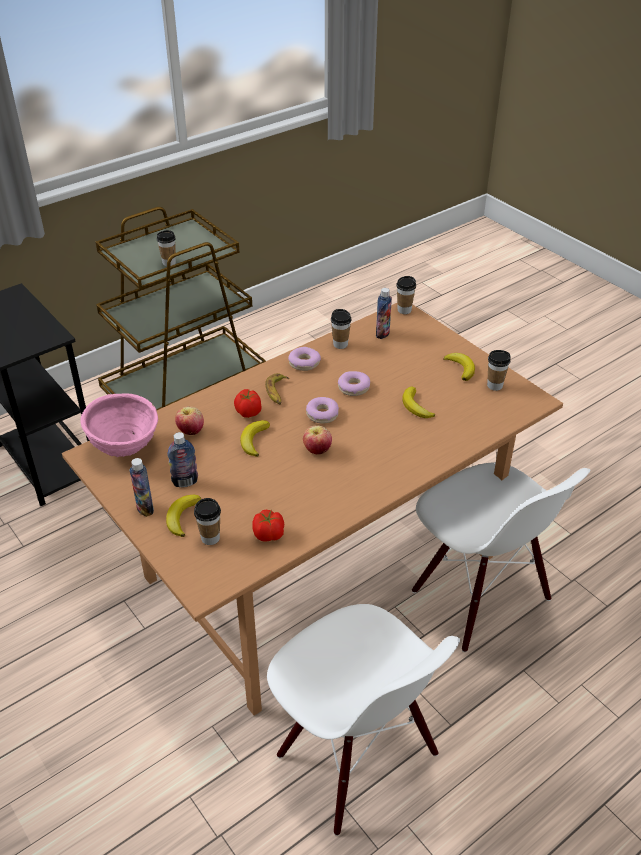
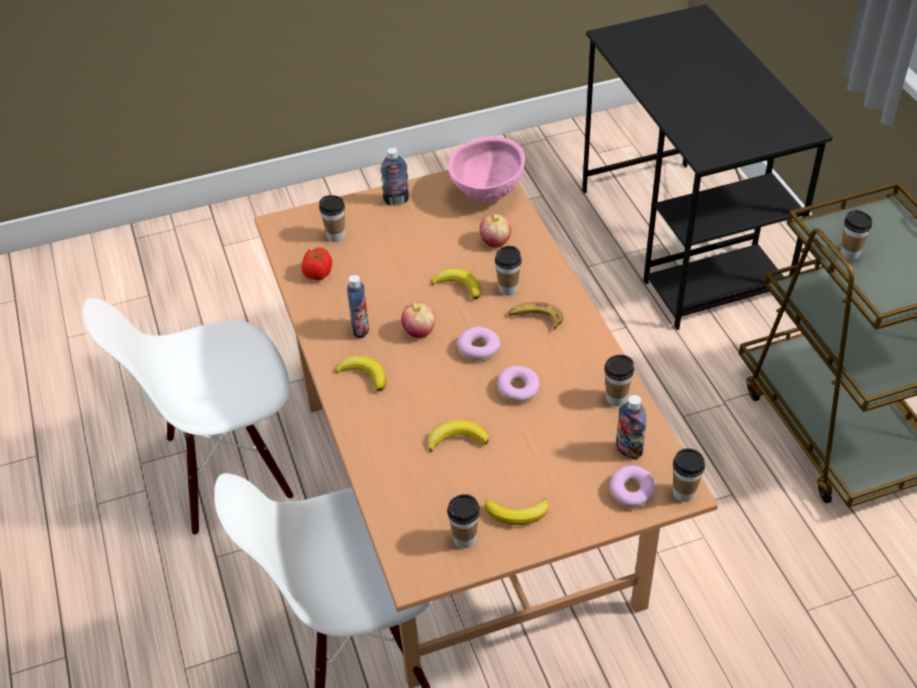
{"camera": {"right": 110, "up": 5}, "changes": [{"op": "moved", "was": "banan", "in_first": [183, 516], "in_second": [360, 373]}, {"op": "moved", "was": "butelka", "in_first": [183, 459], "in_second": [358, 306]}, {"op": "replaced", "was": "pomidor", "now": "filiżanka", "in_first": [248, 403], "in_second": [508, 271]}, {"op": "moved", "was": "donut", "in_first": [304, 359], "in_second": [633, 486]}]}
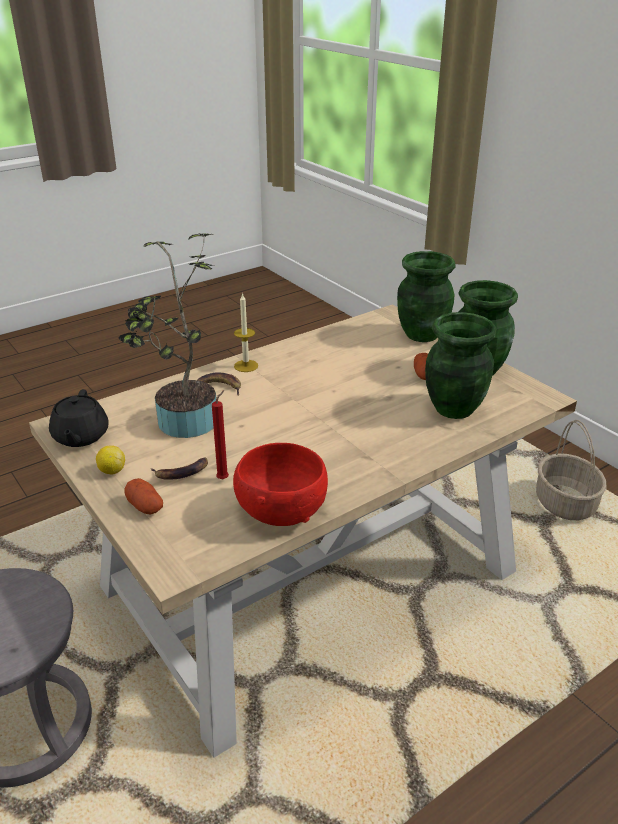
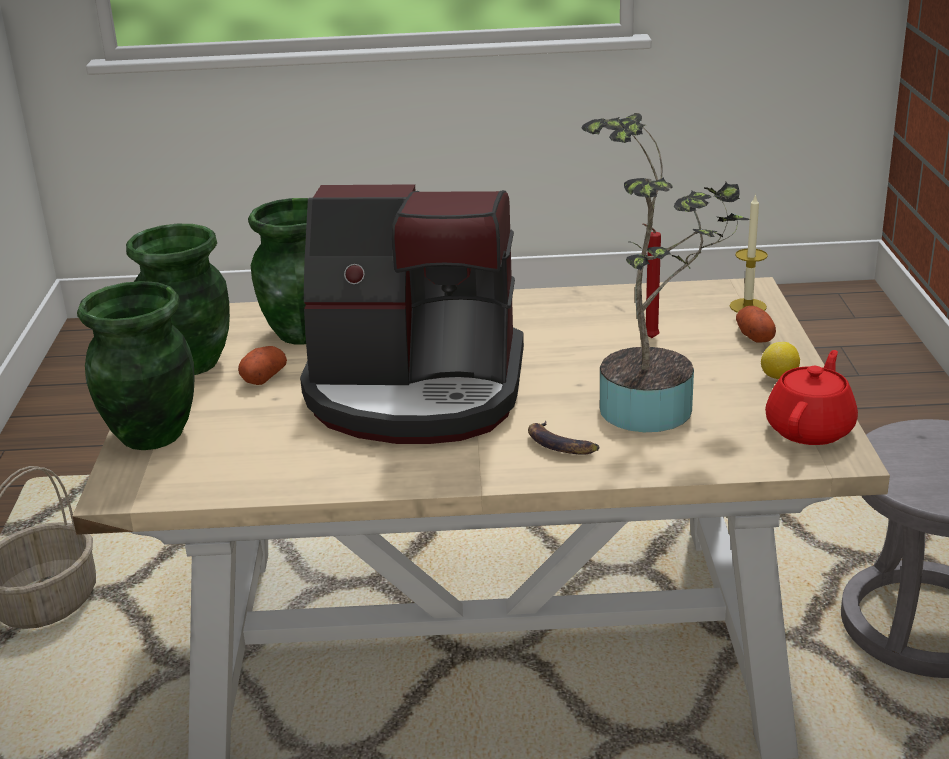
{"camera": {"right": -145, "up": -5}, "changes": [{"op": "added", "now": "ekspres do kawy", "in_second": [412, 314]}, {"op": "moved", "was": "świeca", "in_first": [246, 332], "in_second": [748, 253]}, {"op": "recoloured", "was": "imbryk [czarny]", "now": "imbryk [czerwony]", "in_first": [78, 418], "in_second": [811, 397]}, {"op": "removed", "was": "banan", "in_first": [179, 468]}, {"op": "removed", "was": "miska [czerwony]", "in_first": [280, 484]}]}
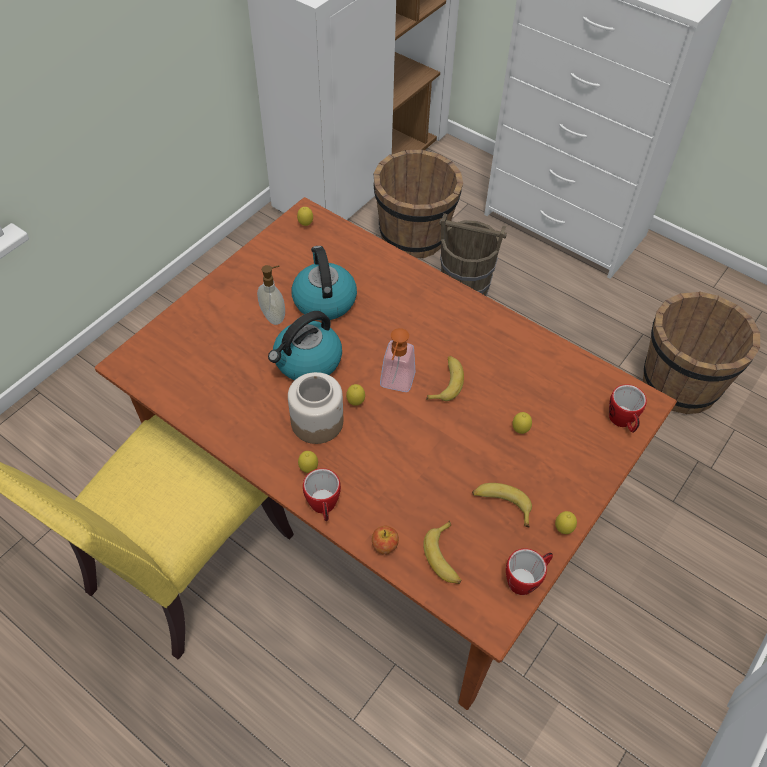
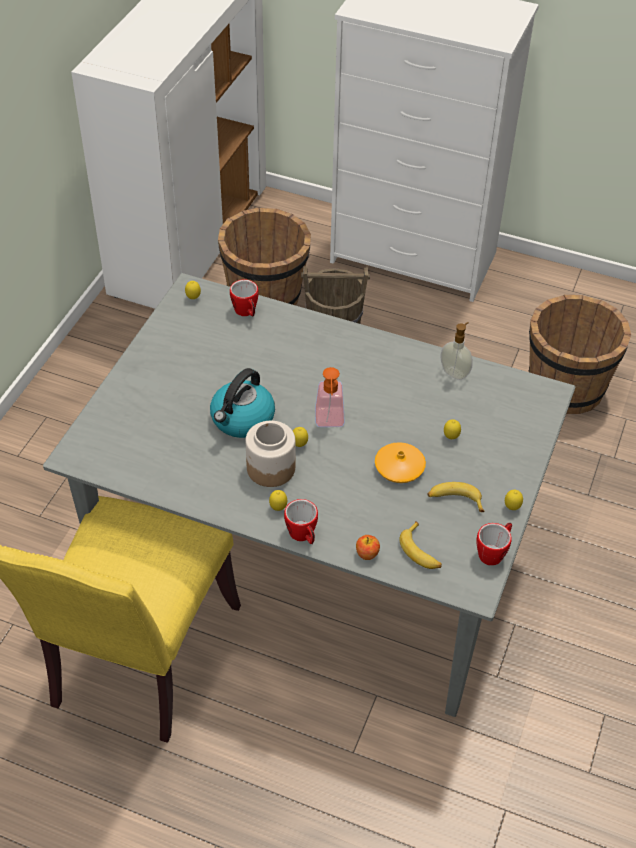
{"camera": {"right": -15, "up": -5}, "changes": [{"op": "recoloured", "was": "stół jadalny [brązowy]", "now": "stół jadalny [szary]", "in_first": [386, 453], "in_second": [309, 495]}, {"op": "moved", "was": "kubek", "in_first": [628, 408], "in_second": [244, 297]}, {"op": "added", "now": "wazon [pomarańczowy]", "in_second": [400, 462]}, {"op": "moved", "was": "dozownik mydła", "in_first": [271, 295], "in_second": [457, 351]}, {"op": "removed", "was": "czajnik", "in_first": [324, 283]}, {"op": "removed", "was": "banan", "in_first": [445, 378]}]}
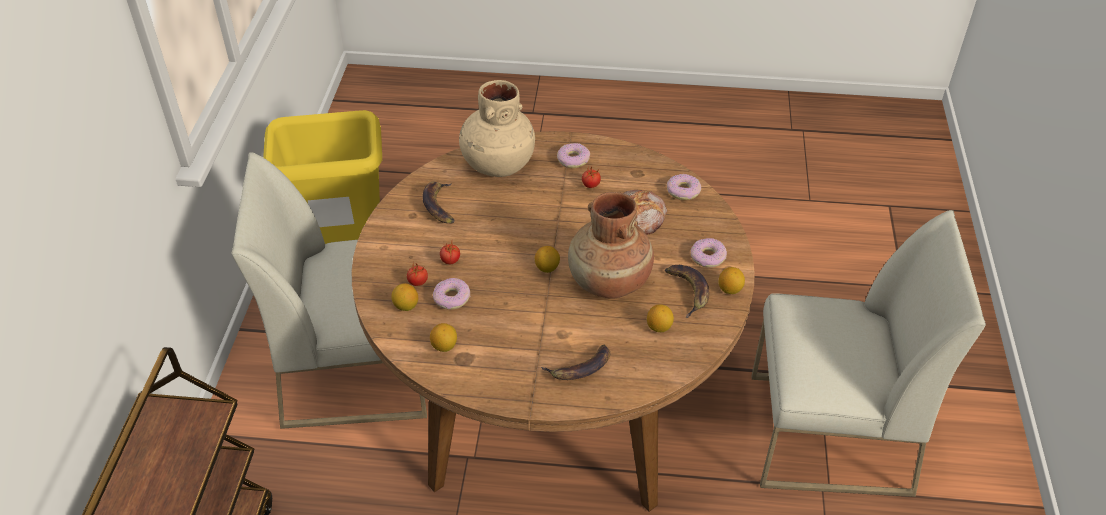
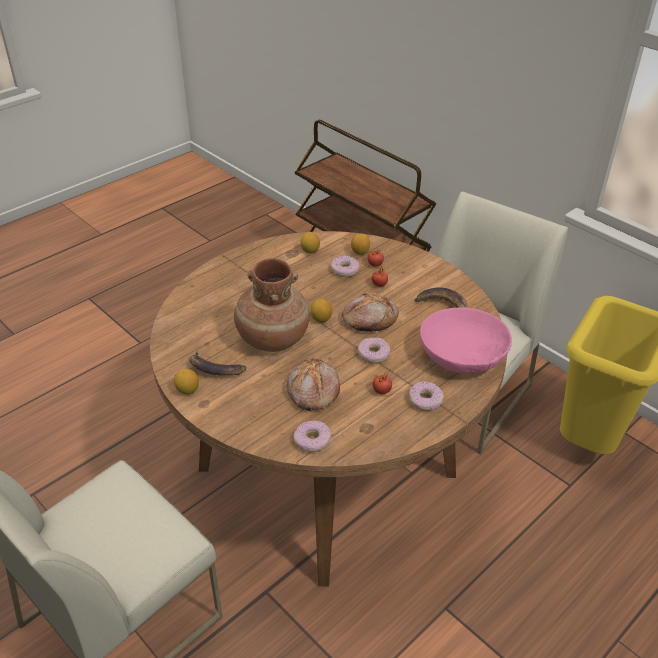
{"camera": {"right": 130, "up": -5}, "changes": [{"op": "added", "now": "chleb", "in_second": [370, 312]}, {"op": "moved", "was": "donut", "in_first": [709, 253], "in_second": [374, 350]}, {"op": "replaced", "was": "wazon [beżowy]", "now": "miska [różowy]", "in_first": [497, 128], "in_second": [466, 340]}, {"op": "removed", "was": "banan", "in_first": [575, 362]}, {"op": "removed", "was": "cytryna", "in_first": [660, 318]}]}
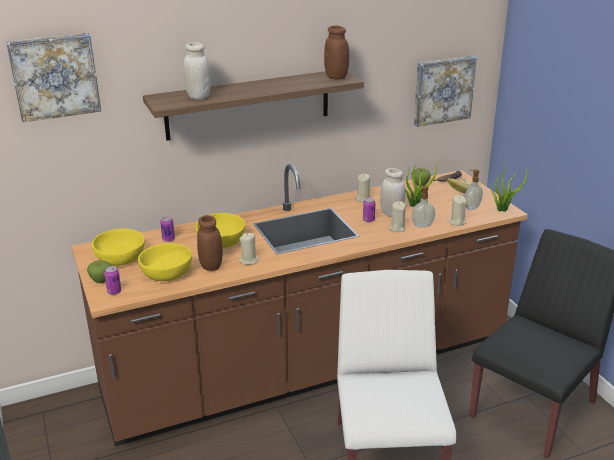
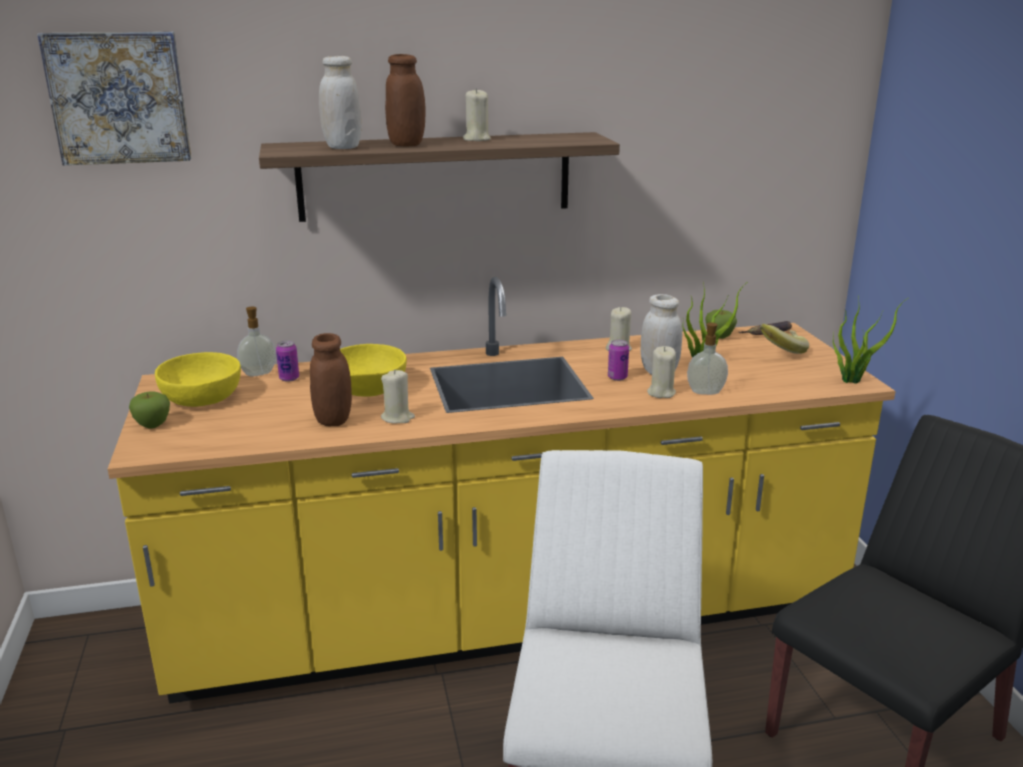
{"camera": {"right": 10, "up": -5}, "changes": [{"op": "recoloured", "was": "zabudowa kuchenna [brązowy]", "now": "zabudowa kuchenna [żółty]", "in_first": [300, 305], "in_second": [502, 490]}, {"op": "moved", "was": "dozownik mydła", "in_first": [474, 189], "in_second": [256, 342]}, {"op": "moved", "was": "słoik [brązowy]", "in_first": [336, 53], "in_second": [405, 100]}, {"op": "moved", "was": "świeca [beżowy]", "in_first": [457, 210], "in_second": [477, 114]}, {"op": "removed", "was": "puszka", "in_first": [112, 280]}, {"op": "removed", "was": "miska [żółty]", "in_first": [165, 262]}, {"op": "removed", "was": "obraz", "in_first": [445, 91]}]}
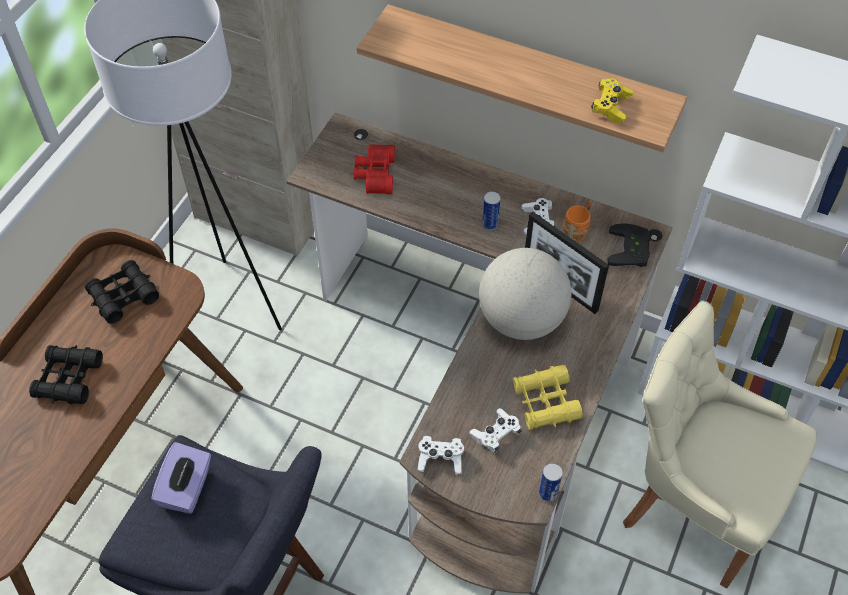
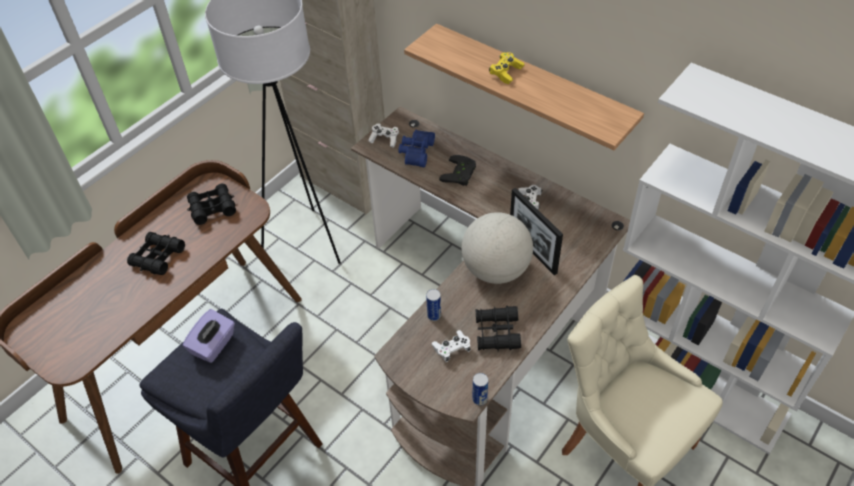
{"camera": {"right": 15, "up": -5}, "changes": [{"op": "moved", "was": "pad do gier [biały]", "in_first": [440, 455], "in_second": [383, 135]}, {"op": "recoloured", "was": "lornetka [czerwony]", "now": "lornetka [niebieski]", "in_first": [374, 169], "in_second": [416, 148]}, {"op": "moved", "was": "puszka", "in_first": [491, 210], "in_second": [433, 305]}, {"op": "moved", "was": "pad do gier [czarny]", "in_first": [628, 245], "in_second": [457, 170]}, {"op": "recoloured", "was": "lornetka [żółty]", "now": "lornetka [czarny]", "in_first": [548, 397], "in_second": [498, 328]}, {"op": "moved", "was": "pad do gier [żółty]", "in_first": [612, 101], "in_second": [506, 68]}, {"op": "removed", "was": "kubek [pomarańczowy]", "in_first": [577, 222]}]}
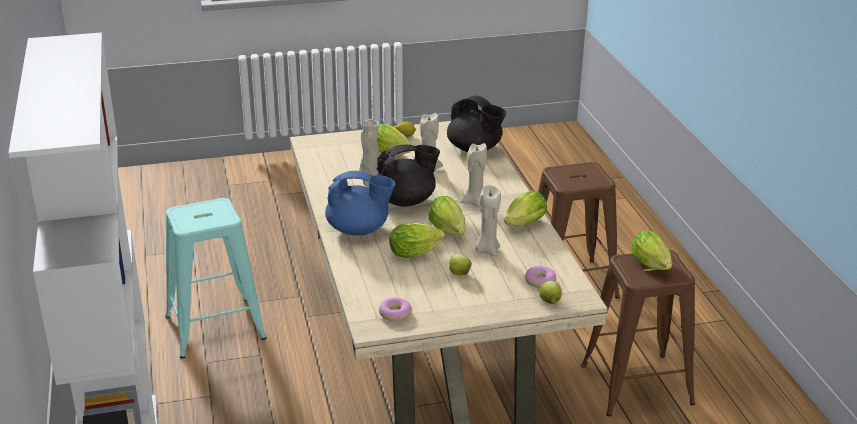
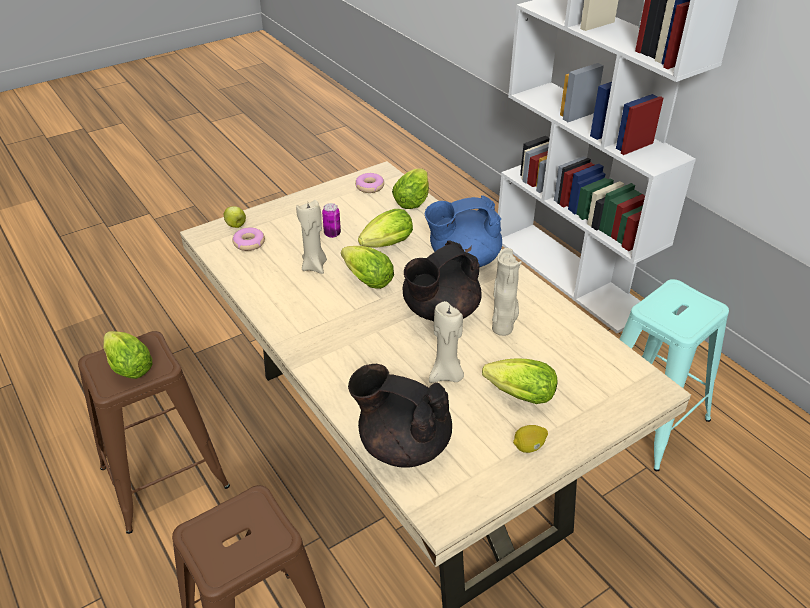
{"camera": {"right": 160, "up": 10}, "changes": [{"op": "replaced", "was": "jabłko", "now": "puszka", "in_first": [460, 264], "in_second": [331, 220]}, {"op": "moved", "was": "sałata", "in_first": [525, 208], "in_second": [410, 189]}, {"op": "removed", "was": "świeca [beżowy]", "in_first": [473, 175]}]}
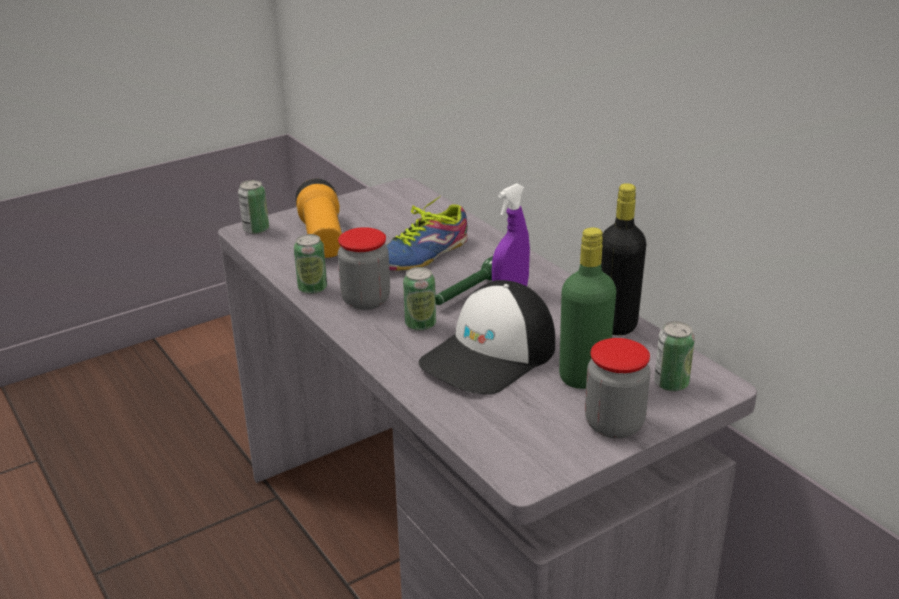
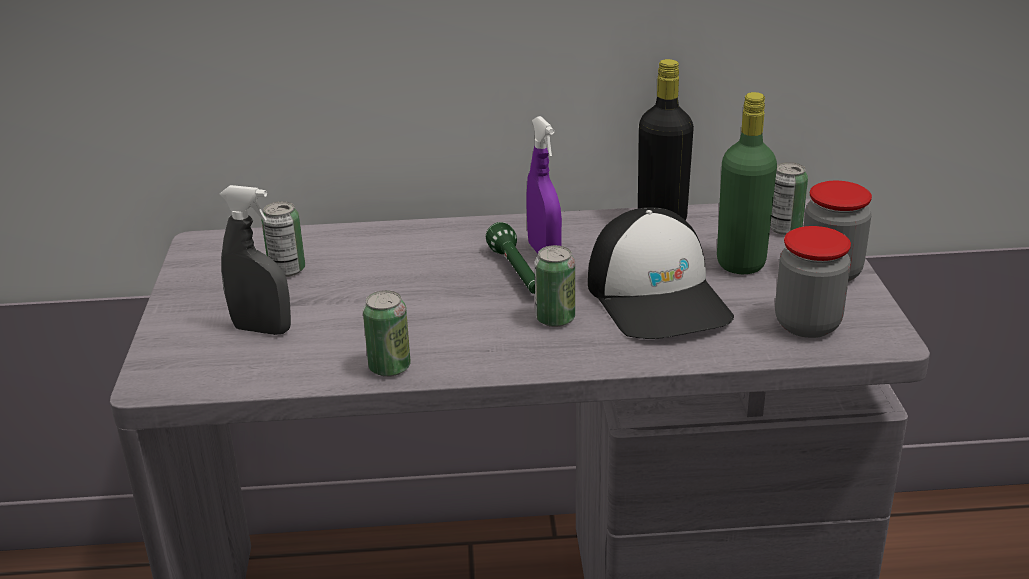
{"camera": {"right": -60, "up": 0}, "changes": [{"op": "replaced", "was": "latarka", "now": "spryskiwacz [szary]", "in_first": [318, 218], "in_second": [255, 260]}, {"op": "moved", "was": "puszka", "in_first": [253, 207], "in_second": [283, 239]}, {"op": "moved", "was": "słoik", "in_first": [364, 268], "in_second": [813, 282]}, {"op": "removed", "was": "but", "in_first": [427, 234]}]}
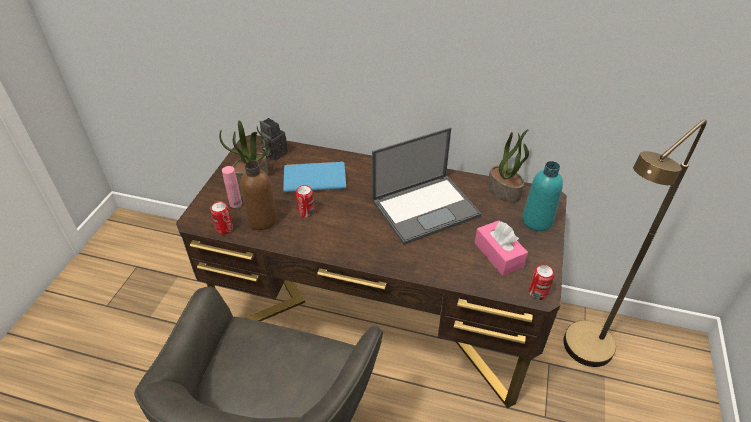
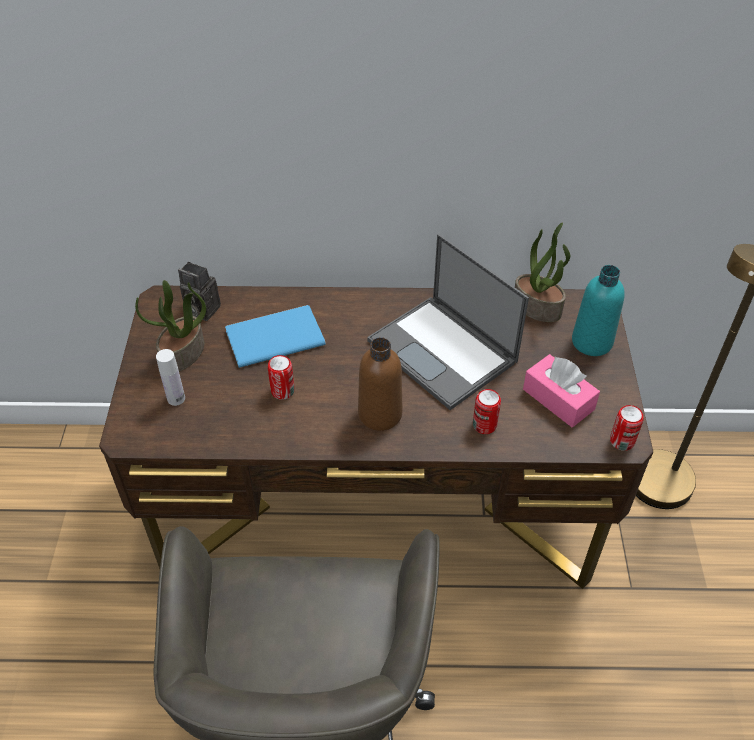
{"camera": {"right": -15, "up": 5}, "changes": [{"op": "recoloured", "was": "butelka [różowy]", "now": "butelka [biały]", "in_first": [232, 187], "in_second": [170, 377]}, {"op": "moved", "was": "butelka [brązowy]", "in_first": [259, 195], "in_second": [380, 384]}, {"op": "turned", "was": "laptop", "in_first": [426, 186], "in_second": [448, 322], "clockwise": 90}, {"op": "moved", "was": "puszka", "in_first": [221, 217], "in_second": [487, 411]}]}
